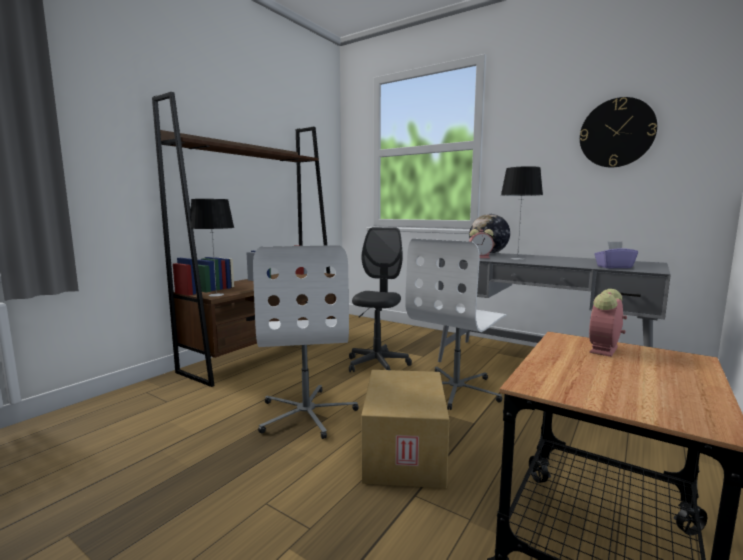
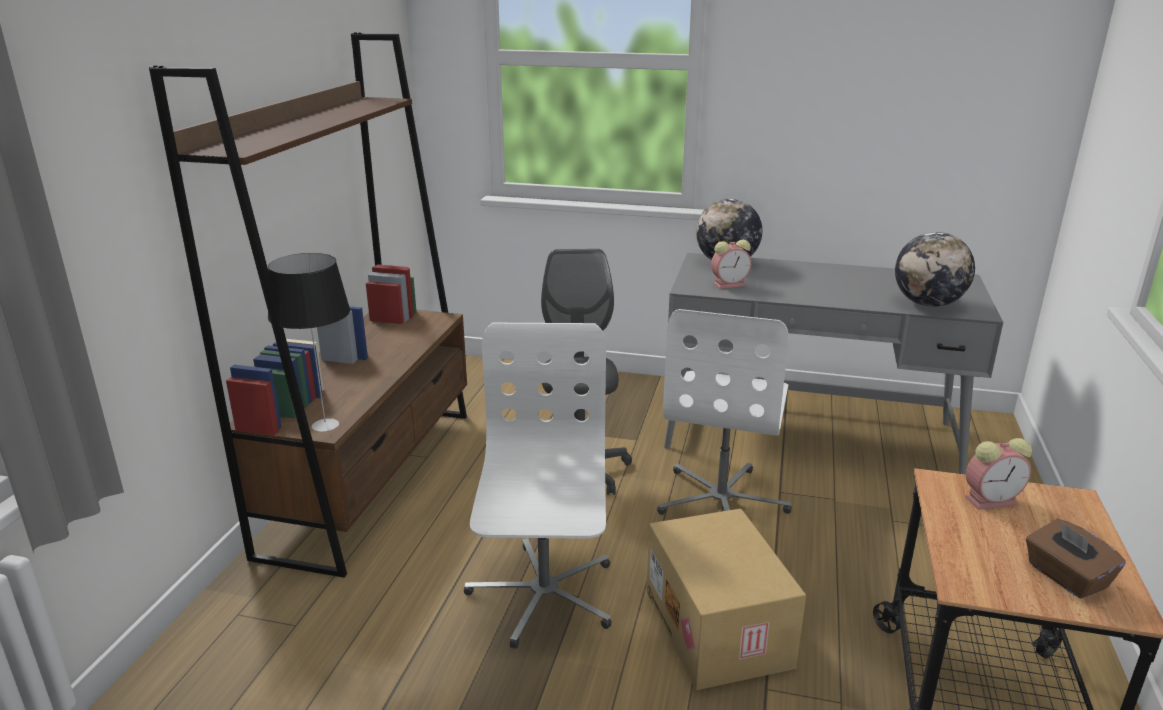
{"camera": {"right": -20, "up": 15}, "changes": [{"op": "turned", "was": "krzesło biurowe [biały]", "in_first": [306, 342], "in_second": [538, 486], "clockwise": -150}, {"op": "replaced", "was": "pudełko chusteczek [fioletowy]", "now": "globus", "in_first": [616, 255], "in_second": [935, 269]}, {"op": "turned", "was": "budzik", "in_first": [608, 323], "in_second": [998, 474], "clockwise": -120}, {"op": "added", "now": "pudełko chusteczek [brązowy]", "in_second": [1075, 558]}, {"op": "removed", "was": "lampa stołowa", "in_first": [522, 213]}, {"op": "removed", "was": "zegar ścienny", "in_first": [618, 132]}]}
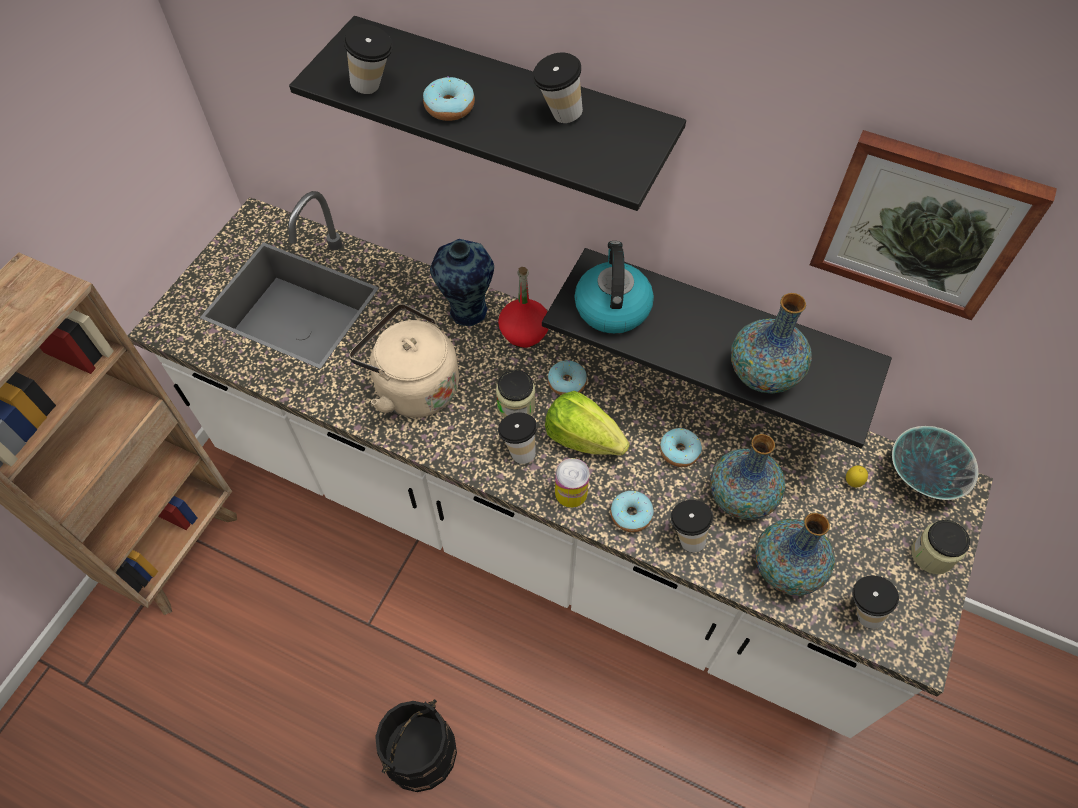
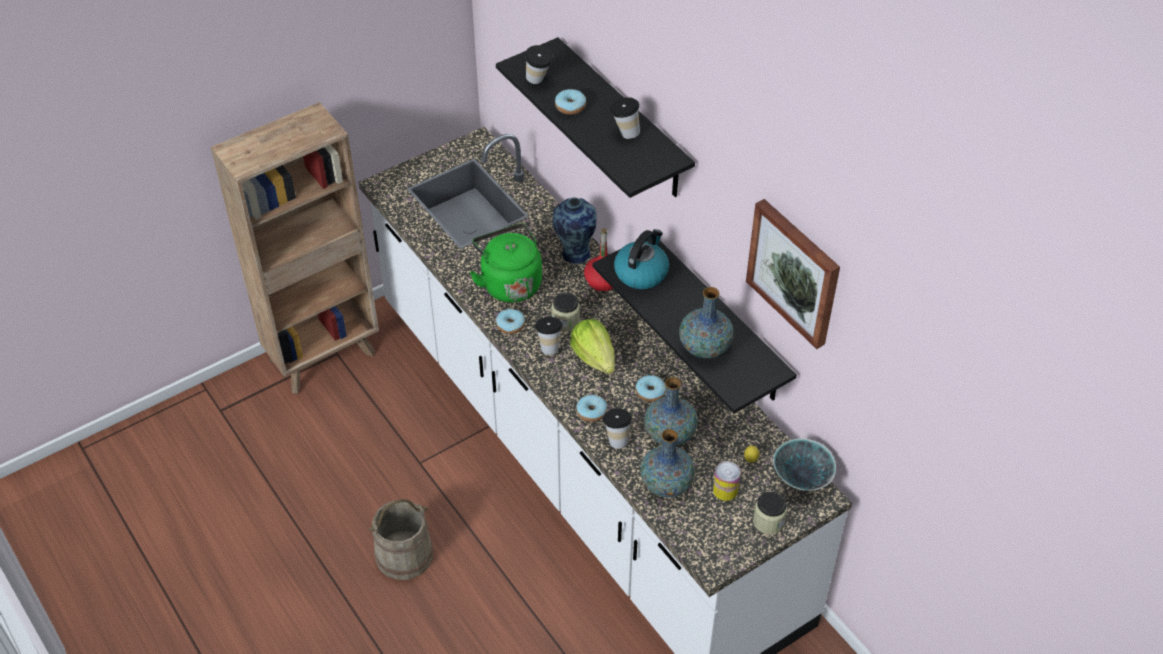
{"camera": {"right": 30, "up": -10}, "changes": [{"op": "recoloured", "was": "wiadro [czarny]", "now": "wiadro [beżowy]", "in_first": [416, 745], "in_second": [401, 539]}, {"op": "recoloured", "was": "czajnik [beżowy]", "now": "czajnik [zielony]", "in_first": [404, 361], "in_second": [506, 263]}, {"op": "moved", "was": "donut", "in_first": [567, 377], "in_second": [510, 321]}, {"op": "moved", "was": "puszka", "in_first": [572, 483], "in_second": [727, 481]}, {"op": "removed", "was": "filiżanka", "in_first": [875, 602]}]}
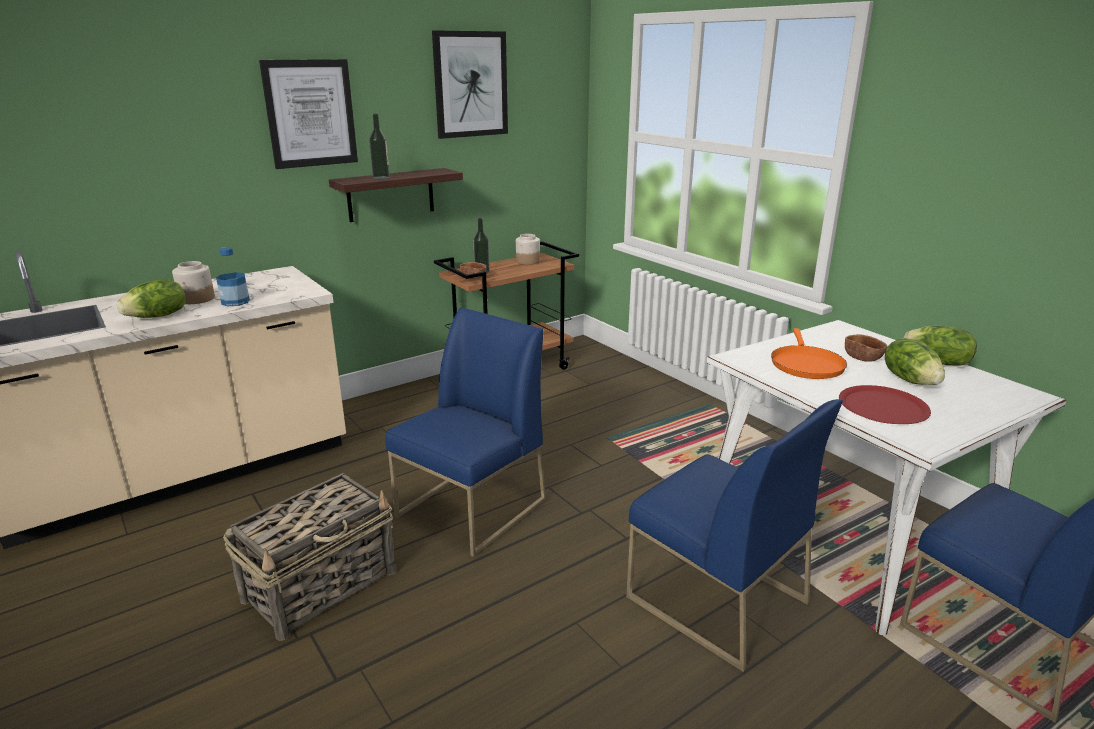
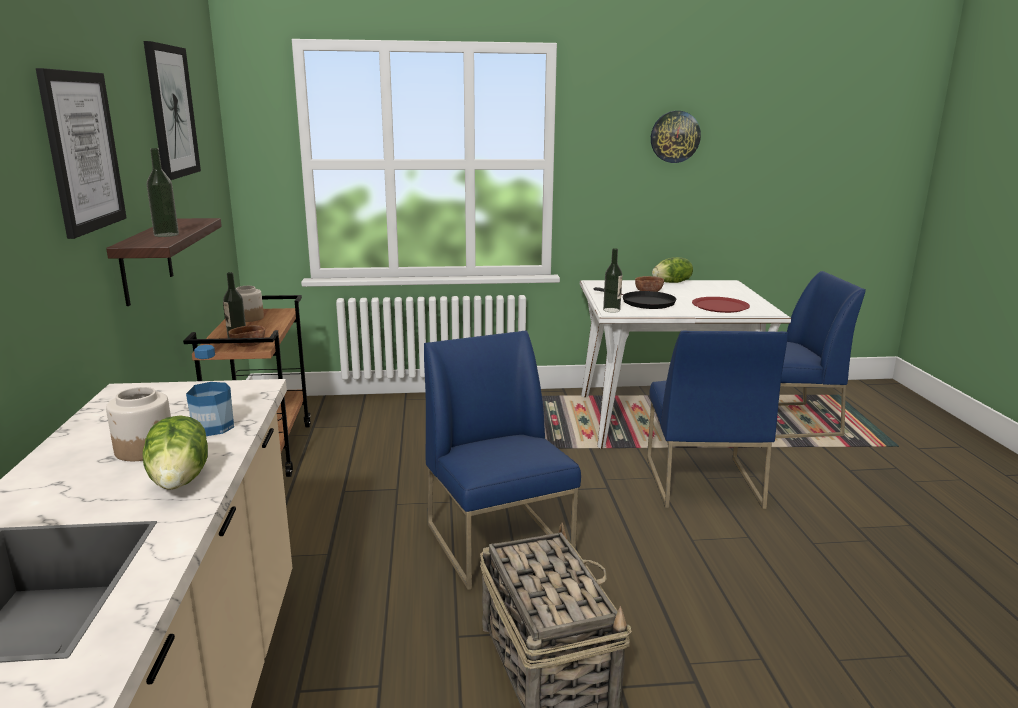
{"camera": {"right": -60, "up": -5}, "changes": [{"op": "recoloured", "was": "patelnia [pomarańczowy]", "now": "patelnia [czarny]", "in_first": [809, 353], "in_second": [634, 298]}, {"op": "added", "now": "butelka", "in_second": [612, 280]}, {"op": "turned", "was": "krzesło [niebieski]", "in_first": [734, 535], "in_second": [717, 419], "clockwise": 105}, {"op": "added", "now": "zegar ścienny", "in_second": [676, 137]}, {"op": "removed", "was": "sałata", "in_first": [915, 361]}]}
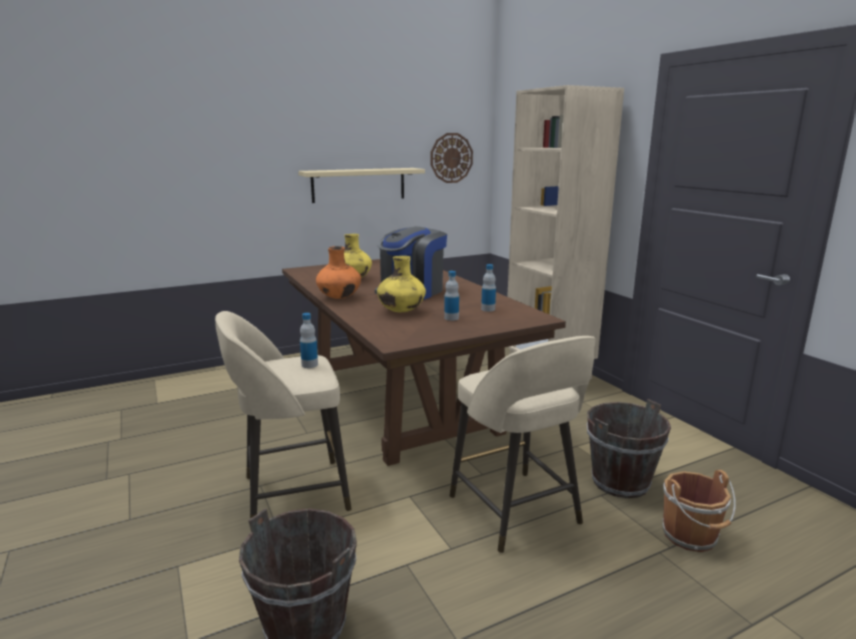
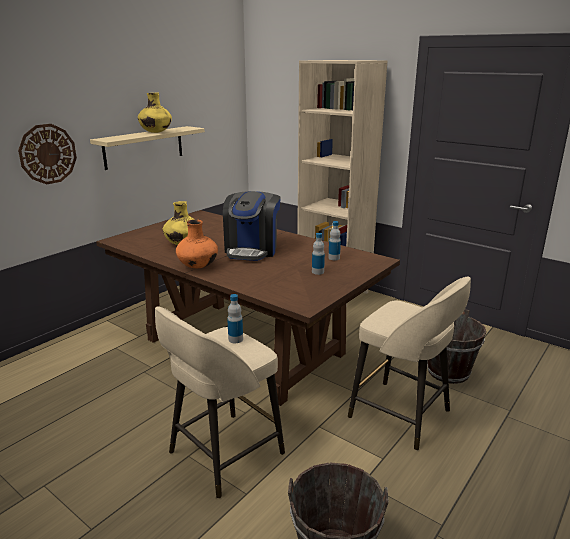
{"camera": {"right": -25, "up": 5}, "changes": [{"op": "moved", "was": "zegar ścienny", "in_first": [452, 158], "in_second": [47, 154]}, {"op": "moved", "was": "wazon [żółty]", "in_first": [401, 284], "in_second": [155, 113]}, {"op": "removed", "was": "wiadro [brązowy]", "in_first": [699, 511]}]}
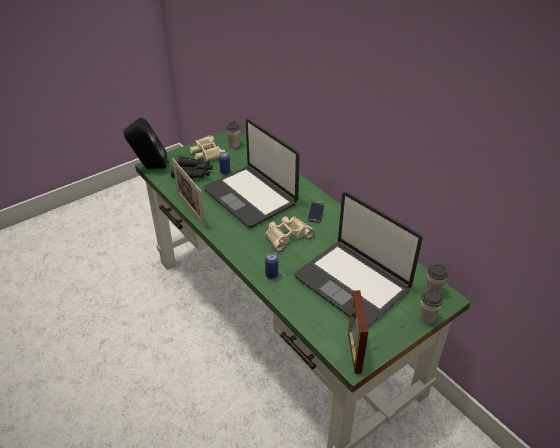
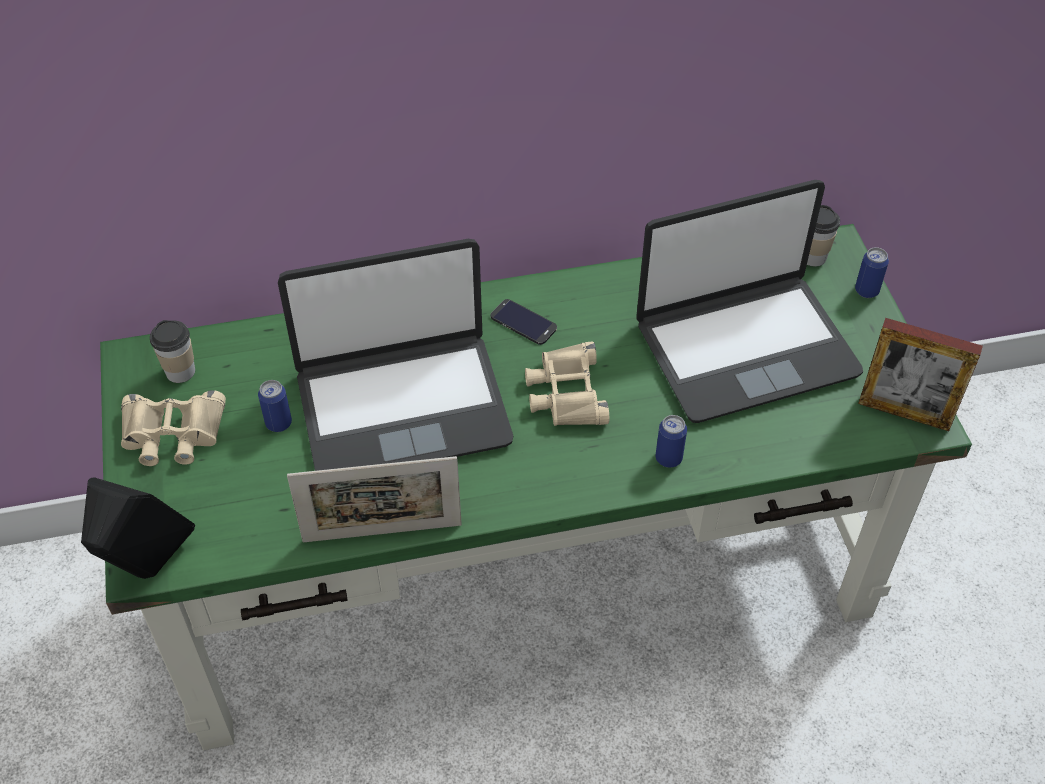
{"camera": {"right": -65, "up": 10}, "changes": [{"op": "replaced", "was": "filiżanka", "now": "puszka", "in_first": [431, 307], "in_second": [872, 272]}, {"op": "removed", "was": "lornetka [czarny]", "in_first": [192, 167]}]}
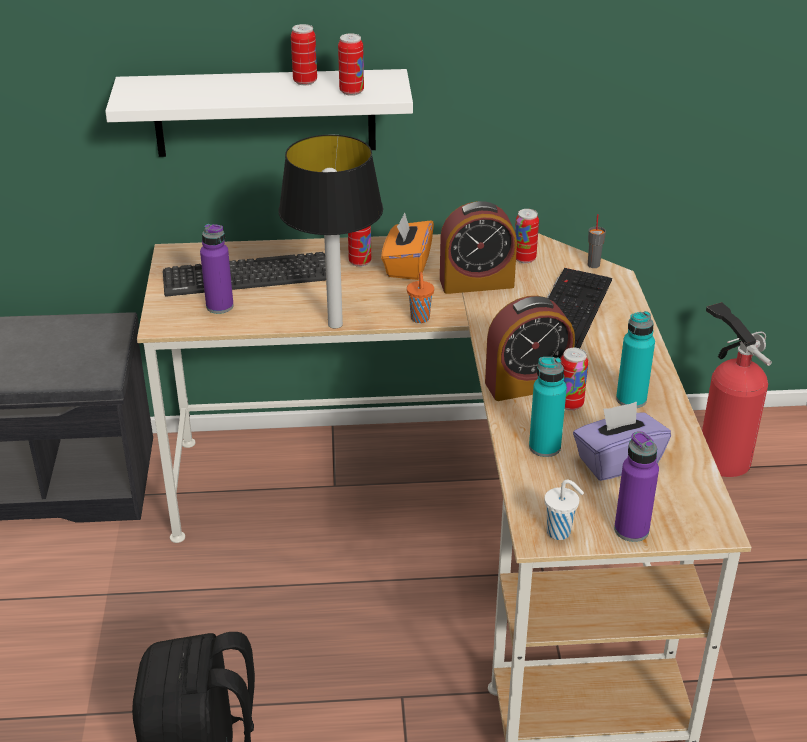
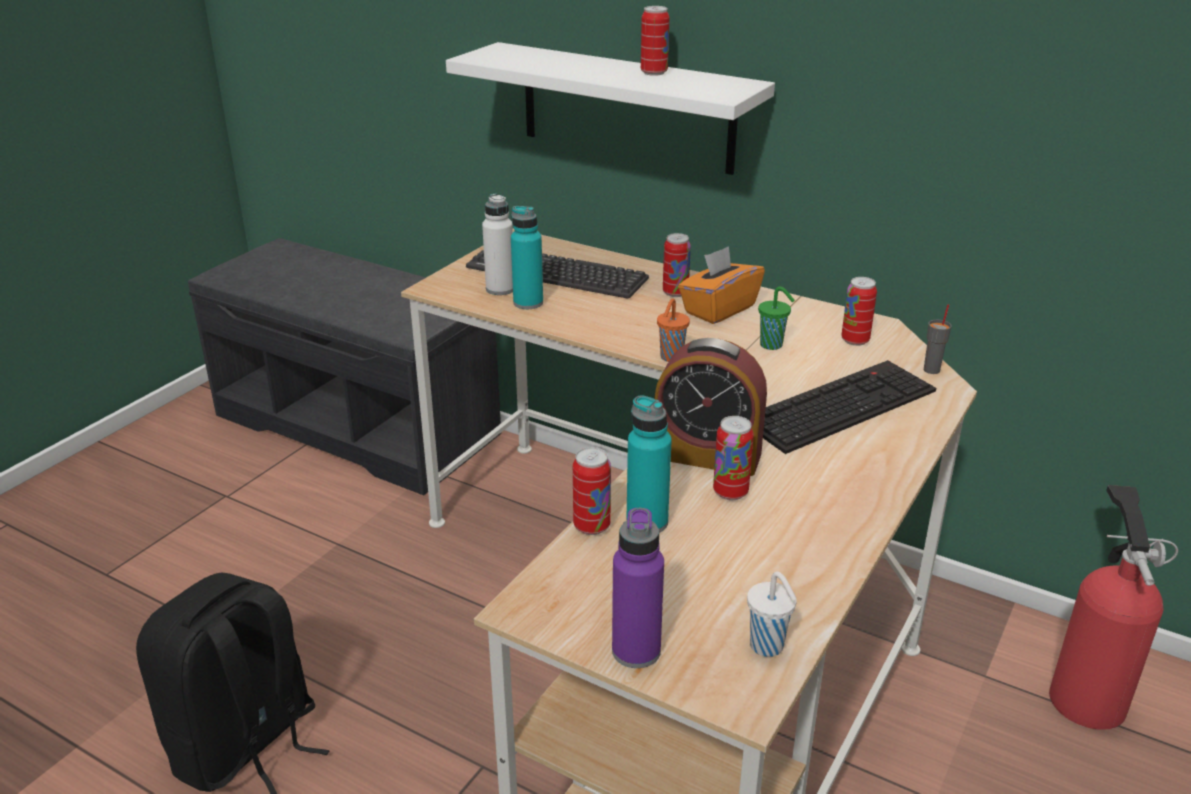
{"camera": {"right": 35, "up": -5}, "changes": [{"op": "recoloured", "was": "butelka [fioletowy]", "now": "butelka [biały]", "in_first": [217, 269], "in_second": [497, 244]}, {"op": "moved", "was": "butelka [turkusowy]", "in_first": [635, 359], "in_second": [527, 257]}, {"op": "moved", "was": "puszka", "in_first": [351, 64], "in_second": [592, 491]}, {"op": "moved", "was": "filiżanka [biały]", "in_first": [564, 509], "in_second": [772, 614]}, {"op": "replaced", "was": "budzik", "now": "filiżanka [zielony]", "in_first": [478, 247], "in_second": [776, 318]}, {"op": "removed", "was": "lampa stołowa", "in_first": [331, 231]}, {"op": "removed", "was": "pudełko chusteczek [fioletowy]", "in_first": [622, 441]}]}
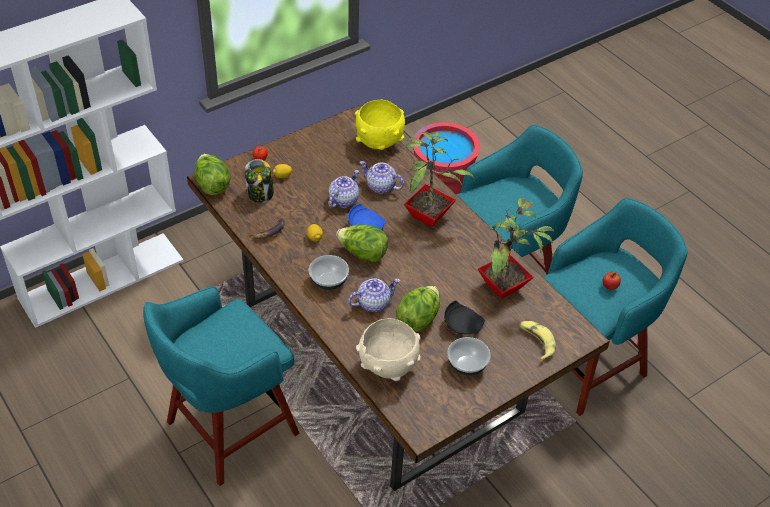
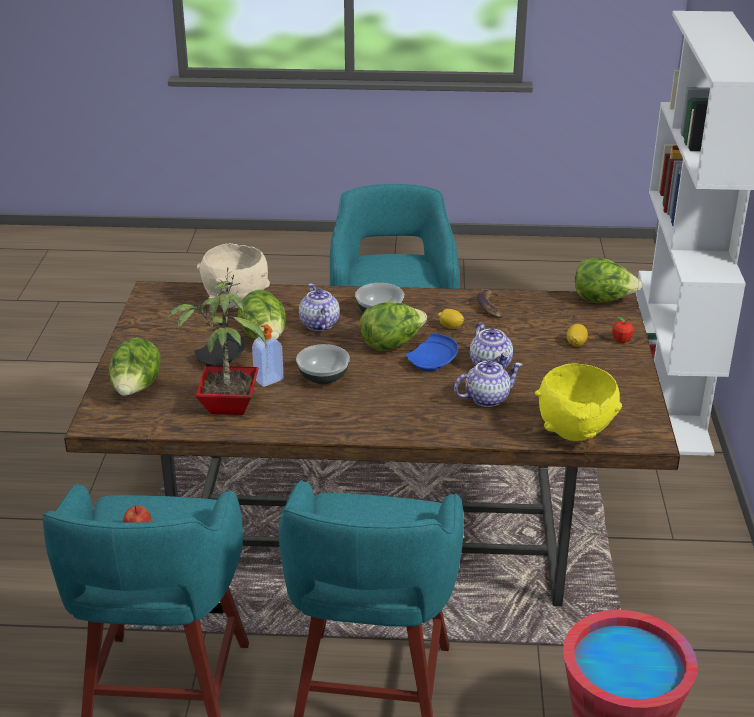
{"camera": {"right": 130, "up": -15}, "changes": [{"op": "replaced", "was": "banan", "now": "sałata", "in_first": [537, 341], "in_second": [134, 366]}, {"op": "added", "now": "dozownik mydła", "in_second": [268, 355]}, {"op": "moved", "was": "miska", "in_first": [469, 356], "in_second": [323, 364]}, {"op": "turned", "was": "imbryk", "in_first": [374, 295], "in_second": [319, 307], "clockwise": 150}, {"op": "removed", "was": "słoik", "in_first": [259, 181]}, {"op": "removed", "was": "roślina doniczkowa", "in_first": [439, 179]}]}
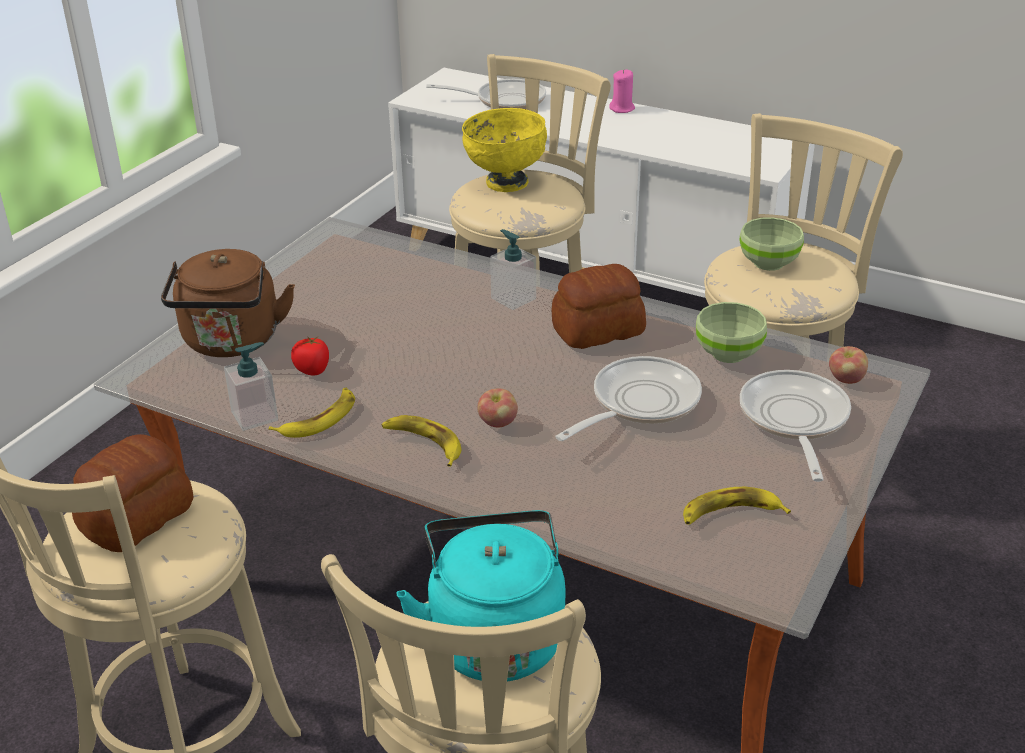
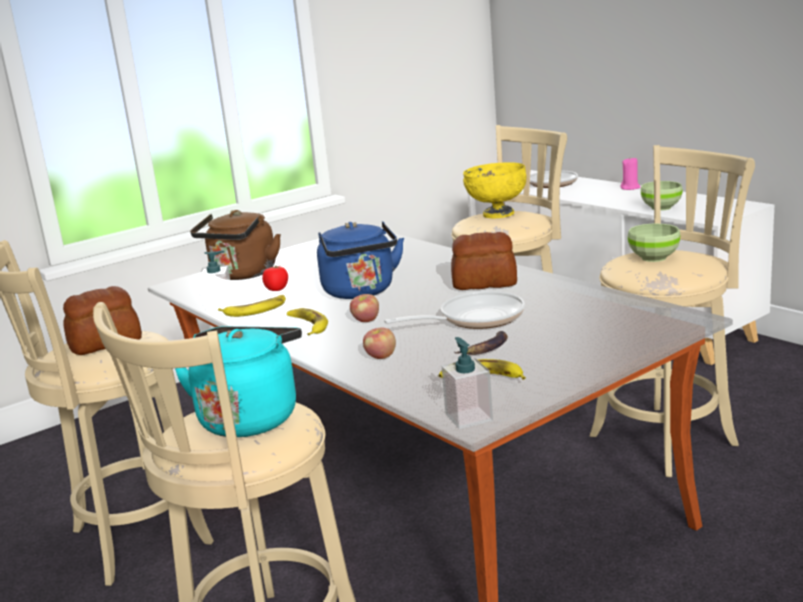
{"camera": {"right": 25, "up": -15}, "changes": [{"op": "added", "now": "czajnik [niebieski]", "in_second": [360, 260]}, {"op": "moved", "was": "jabłko", "in_first": [848, 365], "in_second": [379, 343]}, {"op": "moved", "was": "dozownik mydła", "in_first": [513, 269], "in_second": [467, 383]}, {"op": "added", "now": "banan", "in_second": [481, 343]}, {"op": "moved", "was": "miska [zielony]", "in_first": [731, 332], "in_second": [661, 196]}, {"op": "removed", "was": "patelnia", "in_first": [795, 426]}]}
